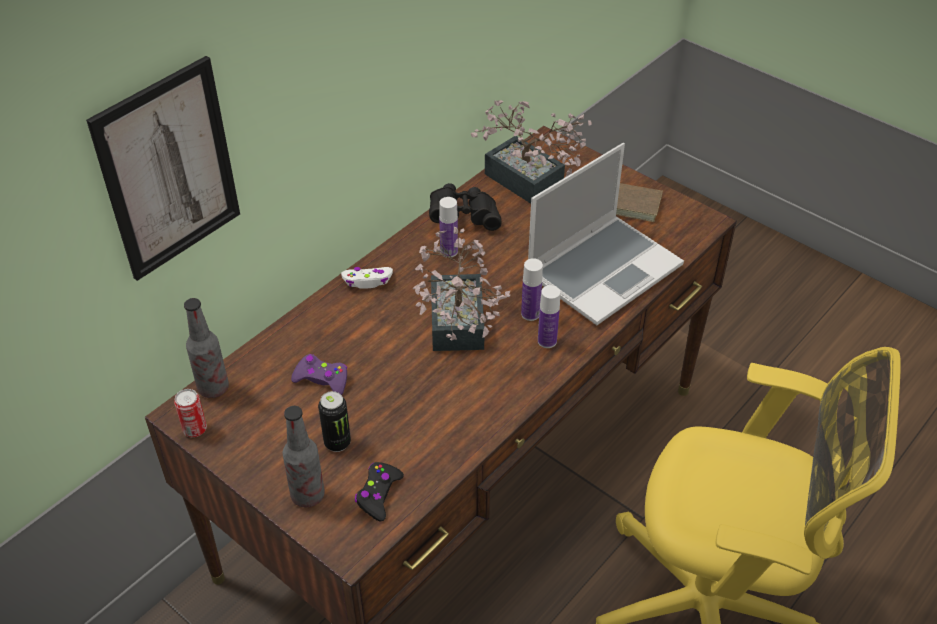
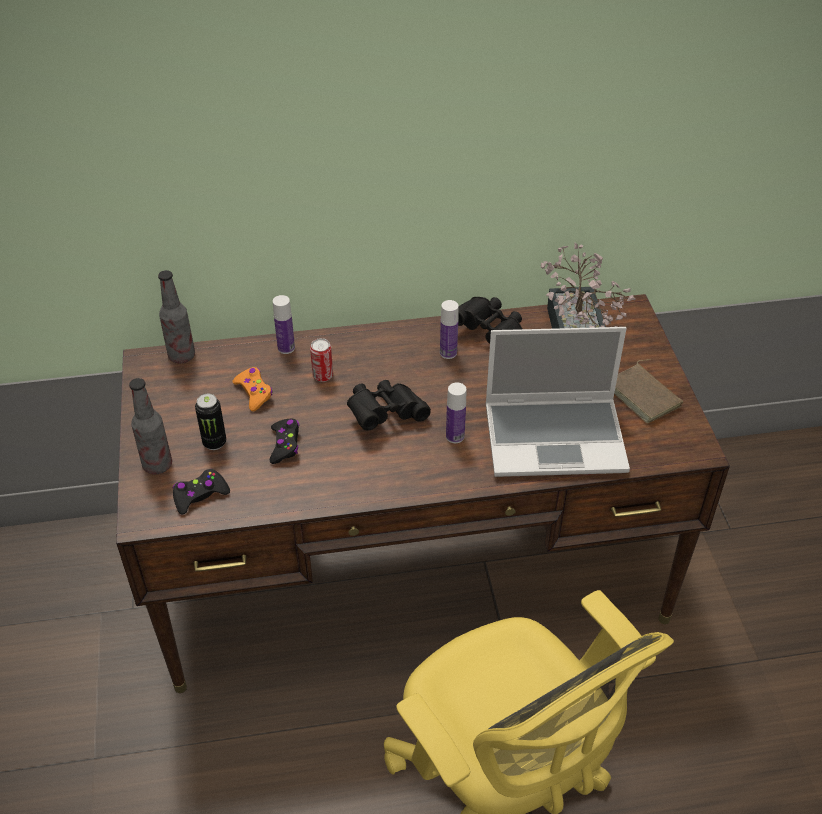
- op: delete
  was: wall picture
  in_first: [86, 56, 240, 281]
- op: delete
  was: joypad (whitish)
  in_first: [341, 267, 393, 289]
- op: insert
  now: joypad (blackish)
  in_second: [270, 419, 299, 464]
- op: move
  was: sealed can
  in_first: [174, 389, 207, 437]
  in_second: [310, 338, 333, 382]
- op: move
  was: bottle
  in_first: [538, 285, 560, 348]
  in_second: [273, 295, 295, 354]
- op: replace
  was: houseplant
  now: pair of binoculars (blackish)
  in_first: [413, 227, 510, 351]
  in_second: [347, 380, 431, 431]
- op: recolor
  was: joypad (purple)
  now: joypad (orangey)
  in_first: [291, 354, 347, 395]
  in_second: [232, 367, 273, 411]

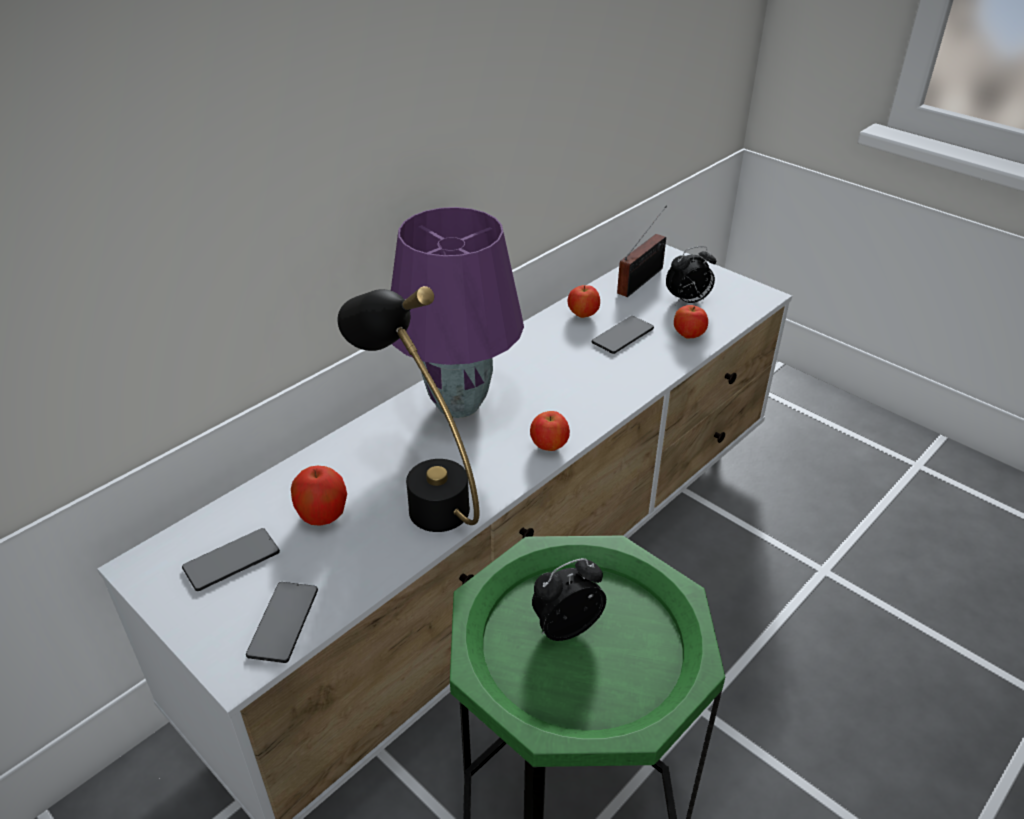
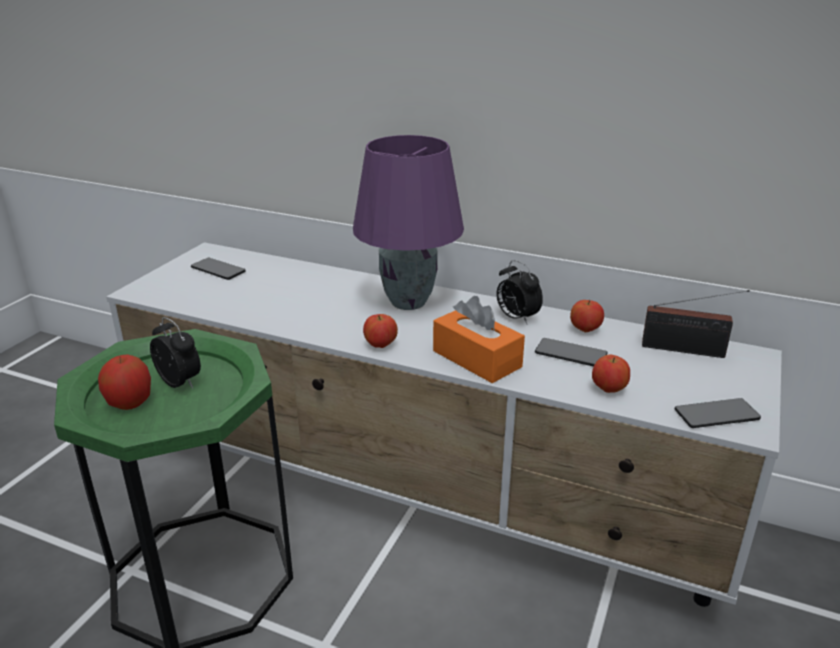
- op: delete
  was: table lamp (blackish)
  in_first: [338, 286, 479, 532]
- op: insert
  now: tissue holder (orangey)
  in_second: [433, 296, 525, 383]
- op: move
  was: handset
  in_first: [246, 582, 318, 663]
  in_second: [675, 398, 761, 428]
- op: move
  was: whole apple
  in_first: [291, 466, 347, 526]
  in_second: [98, 355, 151, 410]
- op: move
  was: alarm clock
  in_first: [666, 246, 716, 306]
  in_second: [496, 260, 543, 324]

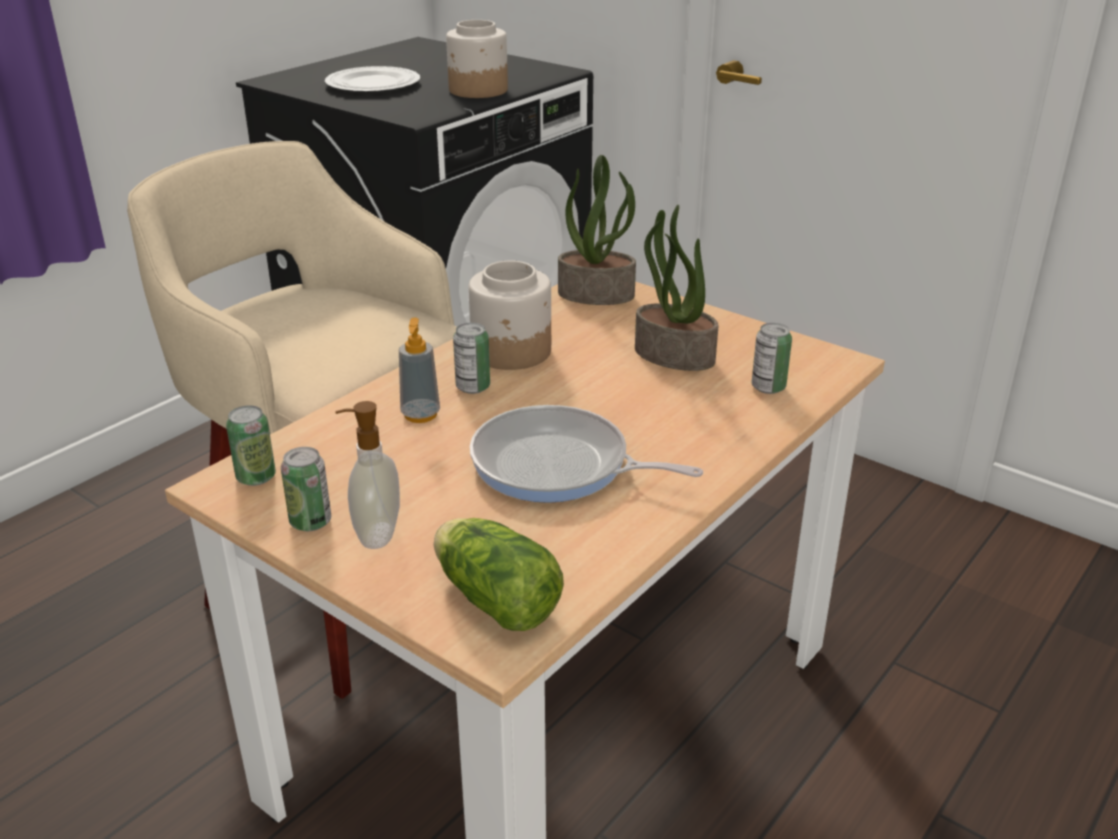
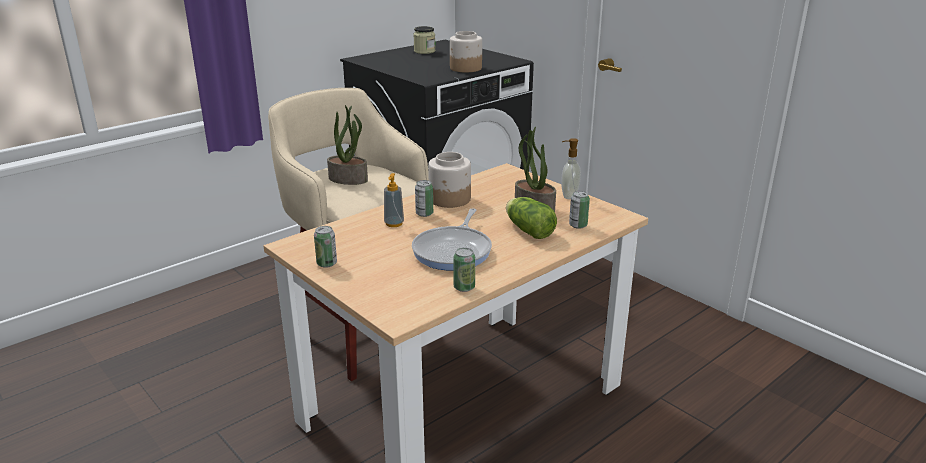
- op: delete
  was: flat dish
  in_first: [325, 66, 420, 94]
- op: insert
  now: preserve jar
  in_second: [413, 26, 435, 54]
- op: move
  was: sealed can
  in_first: [226, 405, 276, 486]
  in_second: [453, 248, 475, 292]
- op: move
  was: soap dispenser
  in_first: [335, 401, 400, 549]
  in_second: [561, 138, 581, 200]
- op: move
  was: lettuce
  in_first: [434, 518, 564, 631]
  in_second: [506, 197, 557, 239]
- op: move
  was: houseplant
  in_first: [558, 155, 636, 305]
  in_second: [327, 105, 368, 185]
- op: rotate
  was: pan
  in_first: [470, 405, 703, 503]
  in_second: [412, 208, 492, 271]
  clockwise: -105

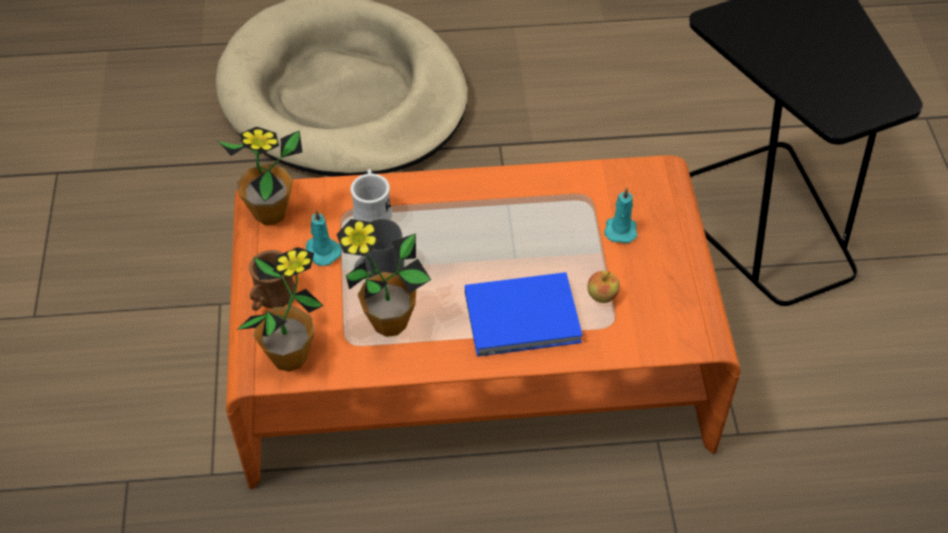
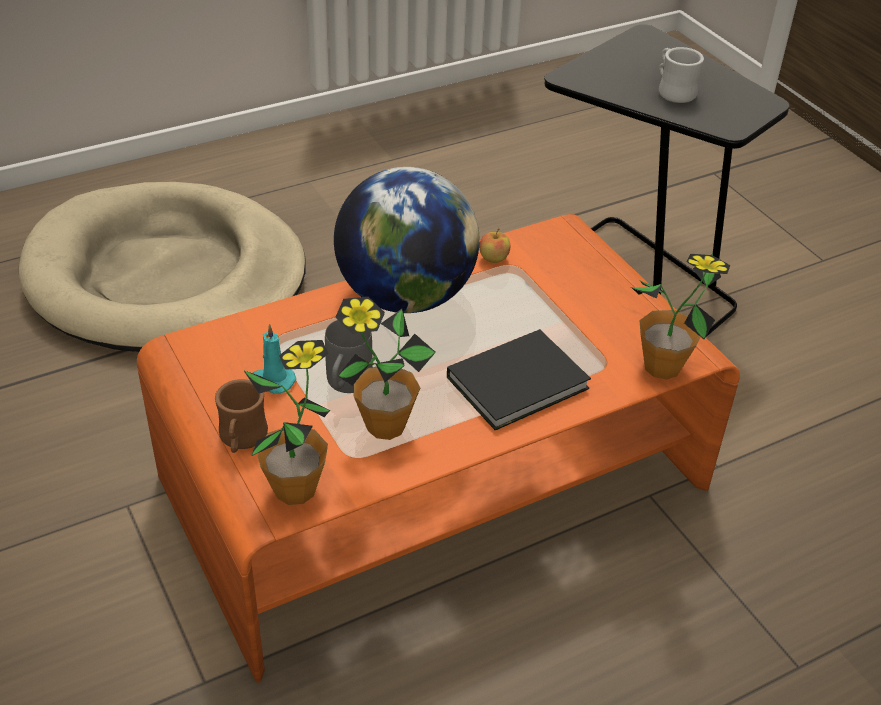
- op: delete
  was: wax light (turquoise)
  in_first: [604, 188, 637, 243]
- op: insert
  now: world globe
  in_second: [334, 167, 480, 313]
- op: move
  was: houseplant
  in_first: [218, 127, 303, 225]
  in_second: [631, 254, 731, 380]
- op: move
  was: mug (whitish)
  in_first: [350, 169, 392, 222]
  in_second: [659, 47, 704, 103]
- op: move
  was: whole apple
  in_first: [587, 271, 620, 303]
  in_second: [479, 227, 510, 263]
- op: recolor
  was: book (blue)
  now: book (blackish)
  in_first: [465, 272, 582, 357]
  in_second: [447, 329, 591, 430]

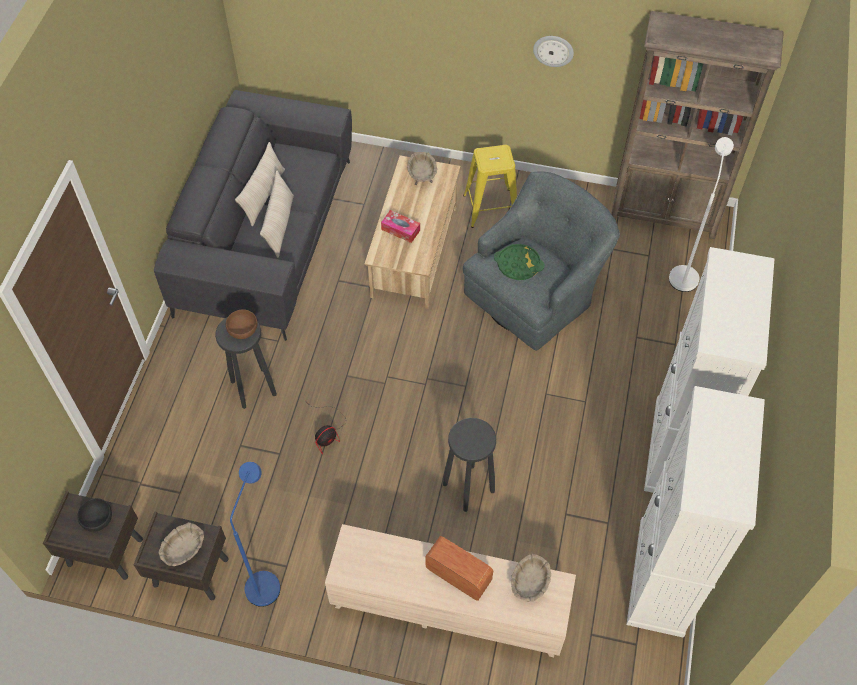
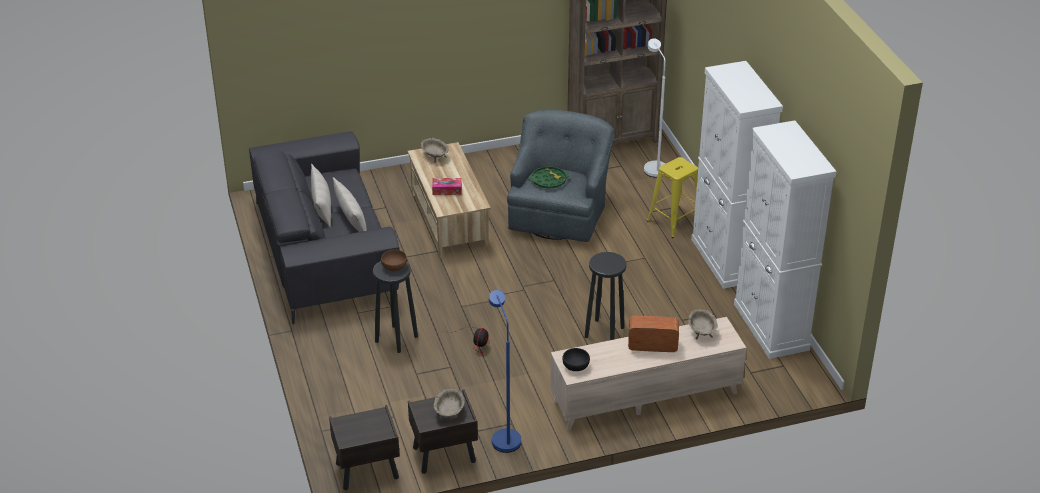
- op: delete
  was: hanging clock
  in_first: [533, 36, 574, 67]
- op: move
  was: deep dish (blackish)
  in_first: [77, 498, 112, 532]
  in_second: [562, 348, 590, 371]
- op: move
  was: stool (yellowish)
  in_first: [463, 145, 517, 228]
  in_second: [647, 157, 698, 238]

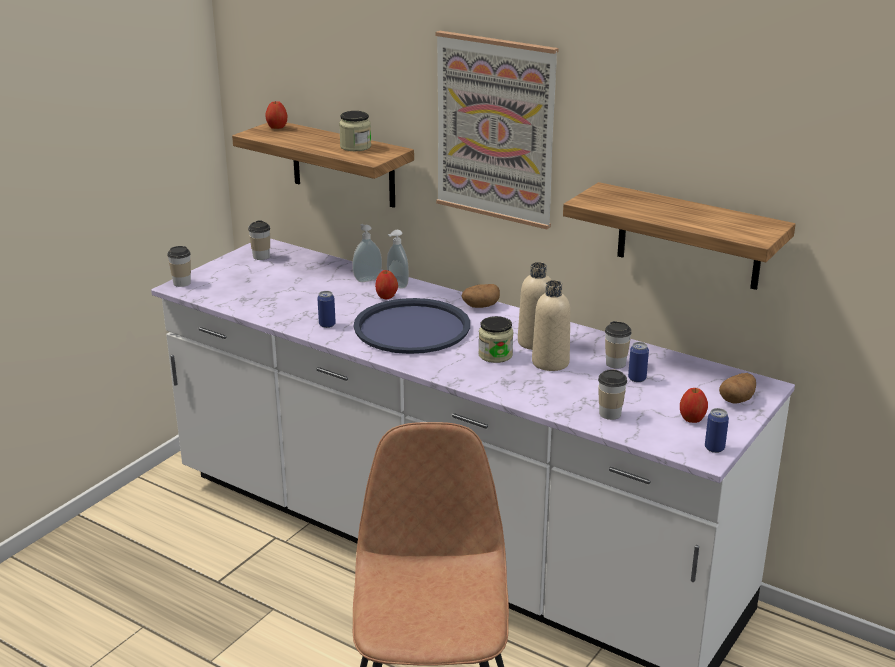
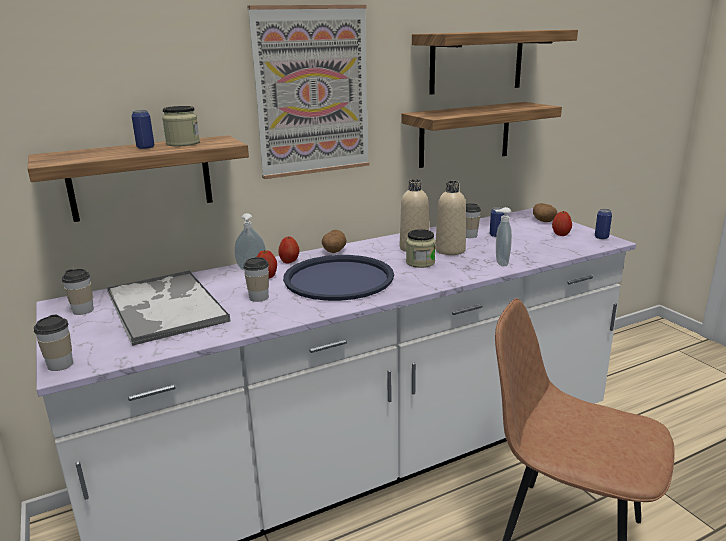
- op: insert
  now: tray
  in_second: [107, 270, 231, 346]
- op: insert
  now: bracket shelf
  in_second: [412, 30, 578, 95]
- op: move
  was: whole apple
  in_first: [265, 101, 287, 129]
  in_second: [278, 237, 300, 263]
- op: move
  was: sealed can
  in_first: [317, 291, 336, 328]
  in_second: [131, 110, 154, 149]
- op: move
  was: soap dispenser
  in_first: [352, 224, 382, 282]
  in_second: [495, 207, 512, 267]
- op: move
  was: small cup
  in_first: [598, 369, 627, 420]
  in_second: [243, 257, 269, 302]

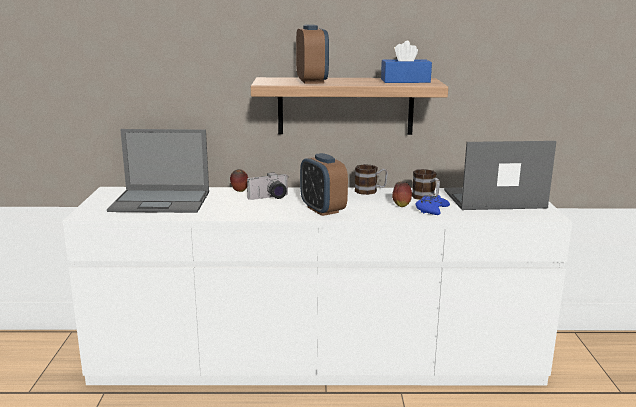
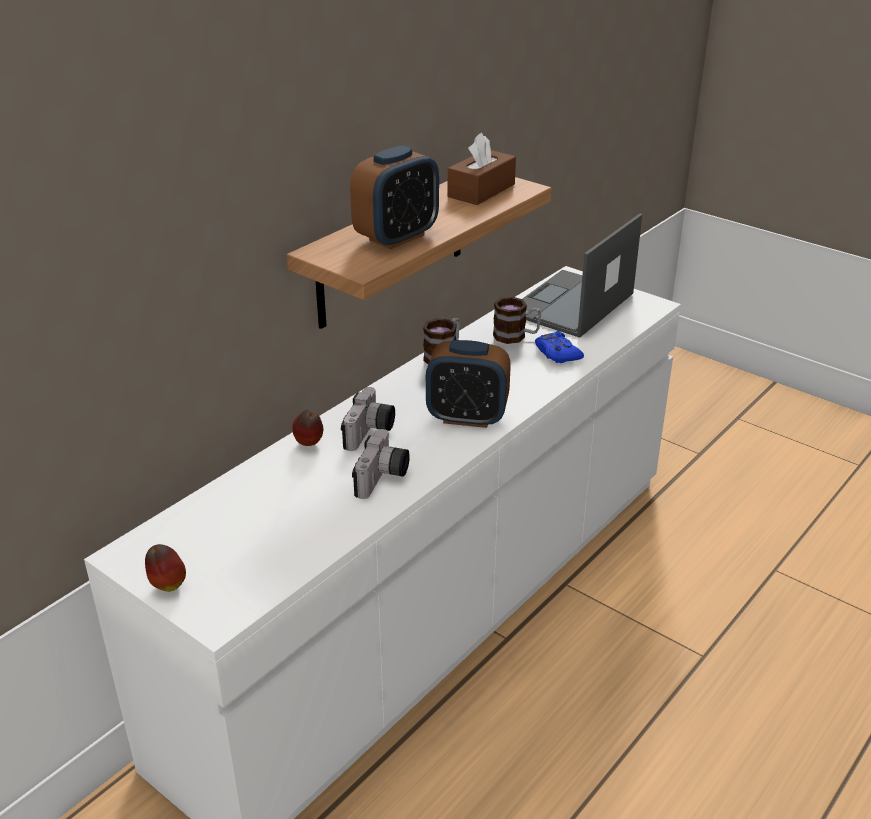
- op: delete
  was: notebook computer
  in_first: [107, 129, 209, 213]
- op: insert
  now: still camera
  in_second: [352, 429, 410, 499]
- op: move
  was: whole apple
  in_first: [392, 181, 412, 207]
  in_second: [145, 544, 186, 592]
- op: recolor
  was: tissue holder (blue)
  now: tissue holder (brownish)
  in_first: [381, 41, 432, 83]
  in_second: [448, 133, 516, 205]
- op: rotate
  was: alarm clock
  in_first: [296, 24, 329, 84]
  in_second: [350, 145, 439, 249]
  clockwise: 105

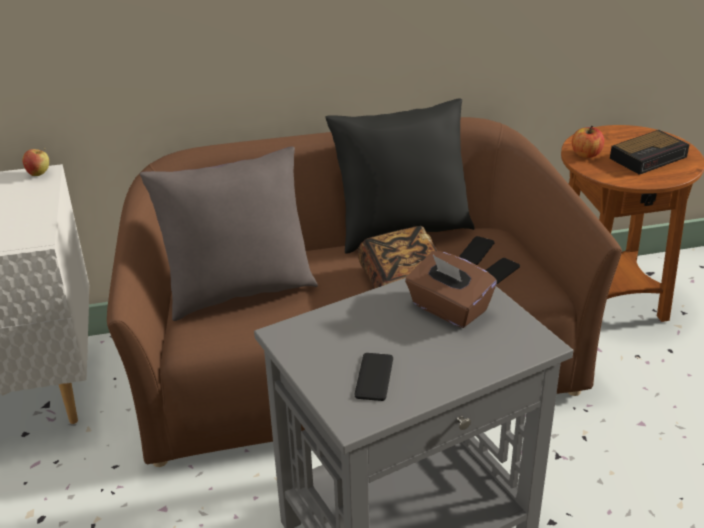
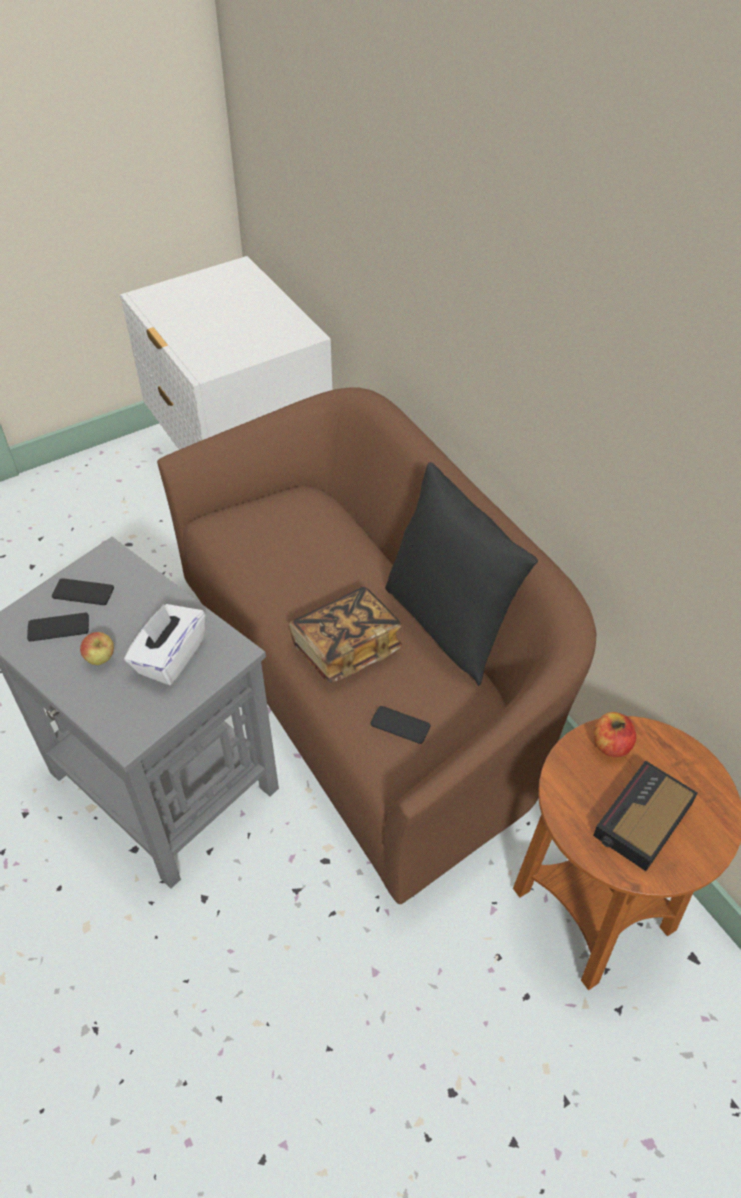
- op: delete
  was: cushion (grey)
  in_first: [140, 147, 318, 321]
- op: move
  was: whole apple
  in_first: [23, 148, 49, 176]
  in_second: [80, 632, 114, 665]
- op: move
  was: handset
  in_first: [459, 236, 494, 265]
  in_second: [52, 578, 114, 605]
- op: recolor
  was: tissue holder (brownish)
  now: tissue holder (whitish)
  in_first: [405, 251, 497, 328]
  in_second: [124, 604, 205, 685]
- op: rotate
  was: alarm clock
  in_first: [610, 130, 689, 175]
  in_second: [593, 760, 698, 871]
  clockwise: 90

